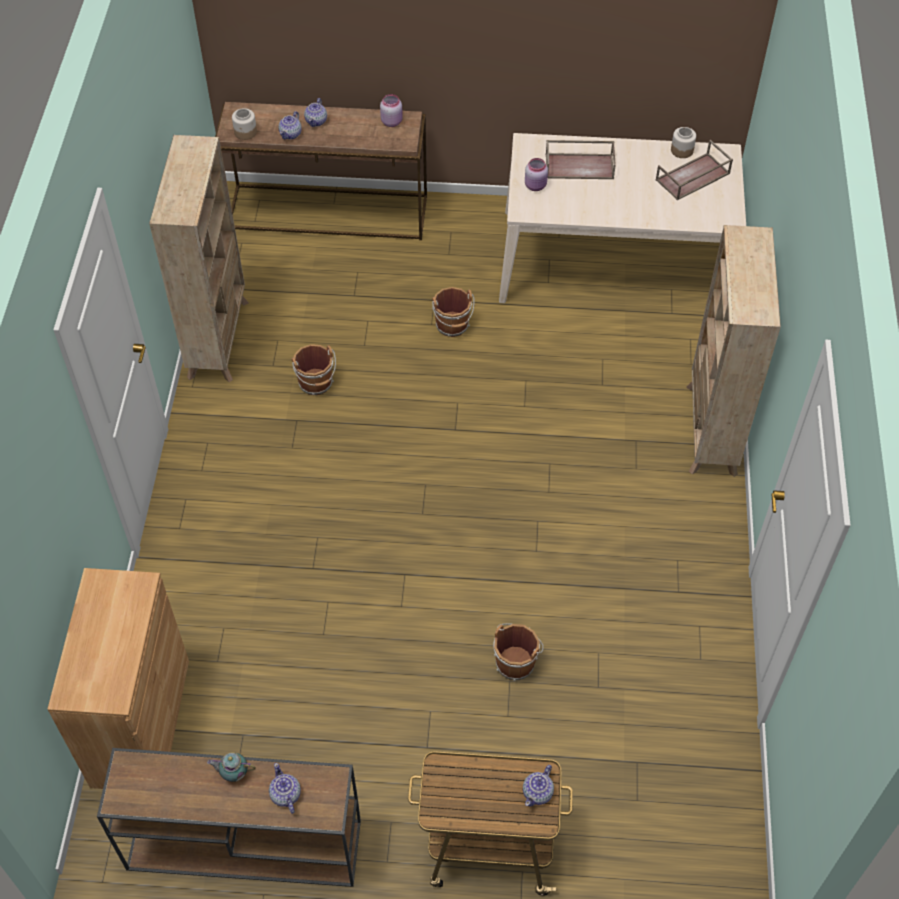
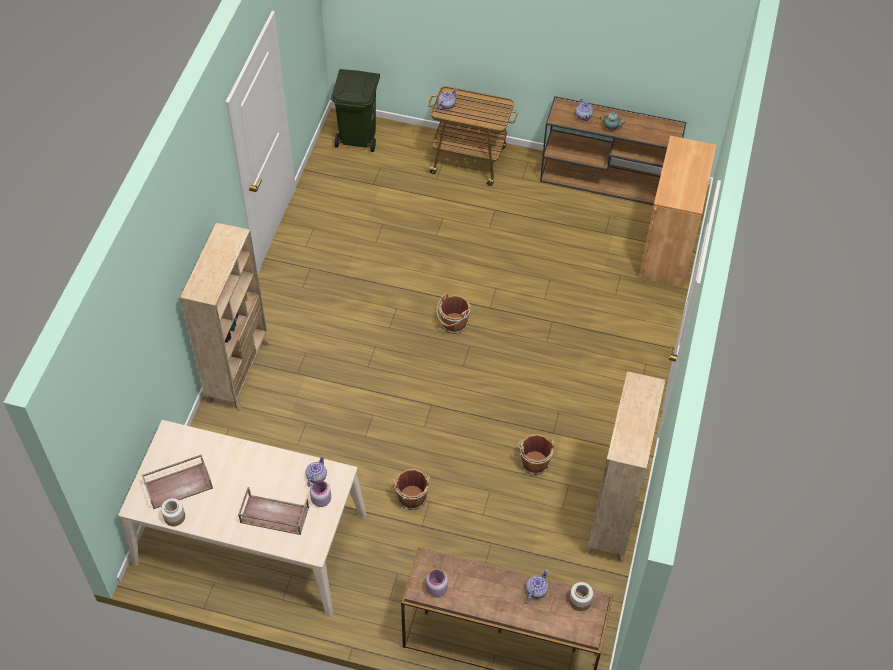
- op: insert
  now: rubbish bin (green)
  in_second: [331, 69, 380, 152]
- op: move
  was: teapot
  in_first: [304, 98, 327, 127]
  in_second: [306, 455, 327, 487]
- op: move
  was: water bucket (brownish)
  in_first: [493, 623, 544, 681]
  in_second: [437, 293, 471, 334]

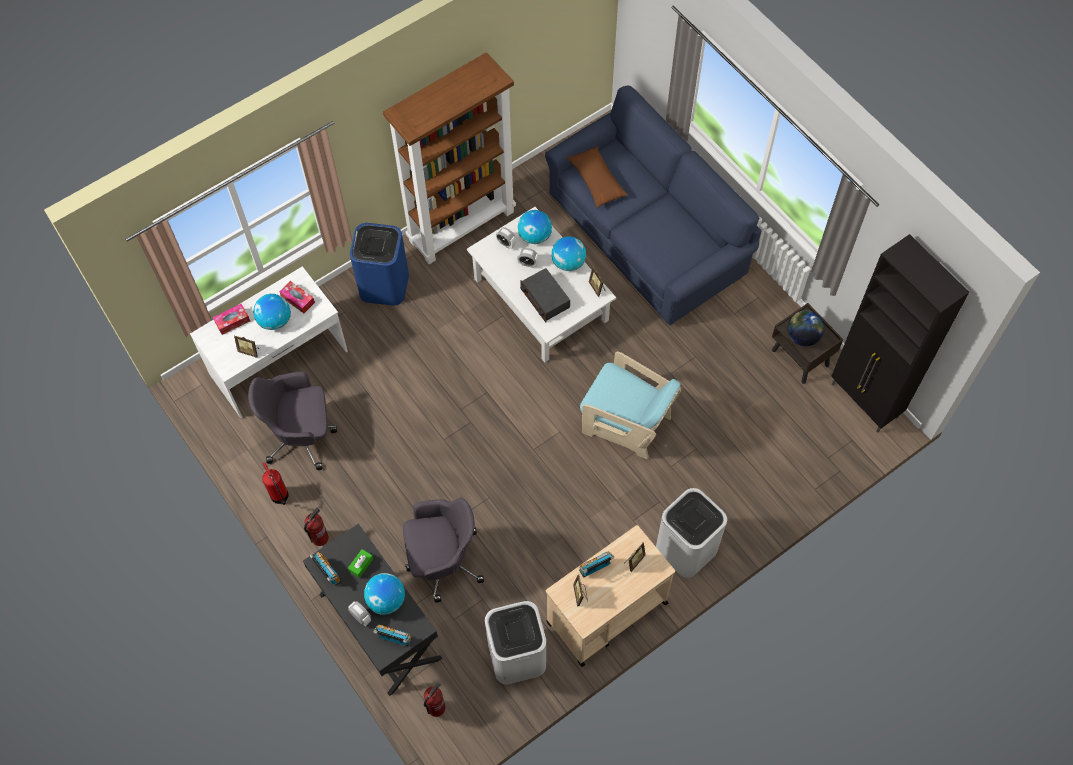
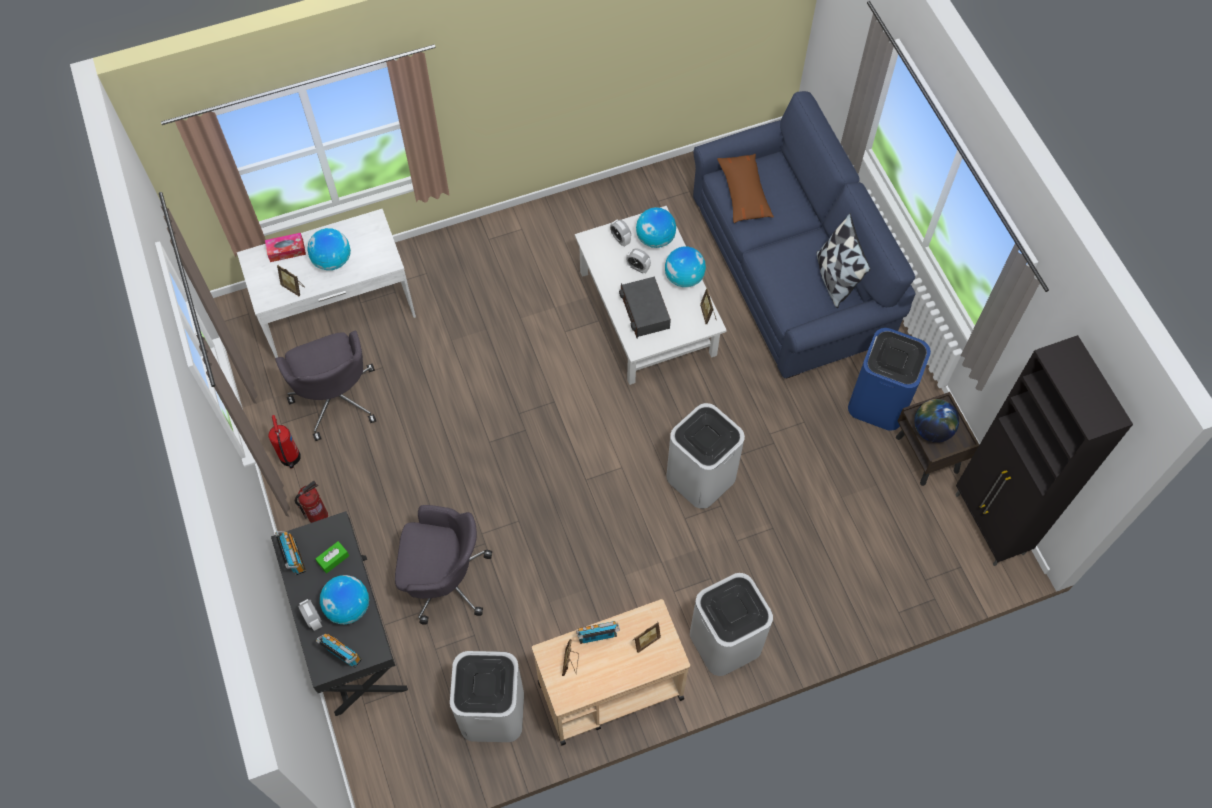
- op: delete
  was: tissue holder
  in_first: [280, 281, 315, 313]
- op: delete
  was: bookcase (brownish)
  in_first: [383, 52, 516, 264]
- op: delete
  was: fire-fighting cylinder
  in_first: [424, 682, 445, 717]
- op: insert
  now: cushion
  in_second: [817, 213, 871, 308]
- op: move
  was: rubbish bin (blue)
  in_first: [350, 223, 409, 305]
  in_second: [848, 328, 931, 431]
- op: replace
  was: armchair (turquoise)
  now: rubbish bin (whitish)
  in_first: [580, 351, 681, 459]
  in_second: [666, 403, 745, 509]
- op: rotate
  was: computer chair (grey)
  in_first: [248, 372, 337, 470]
  in_second: [275, 330, 376, 441]
  clockwise: -120

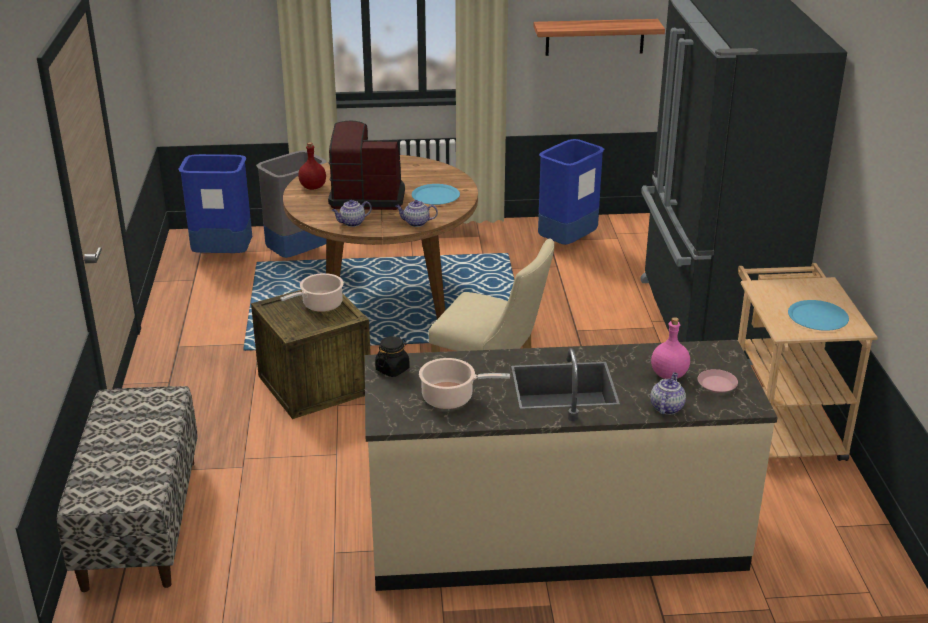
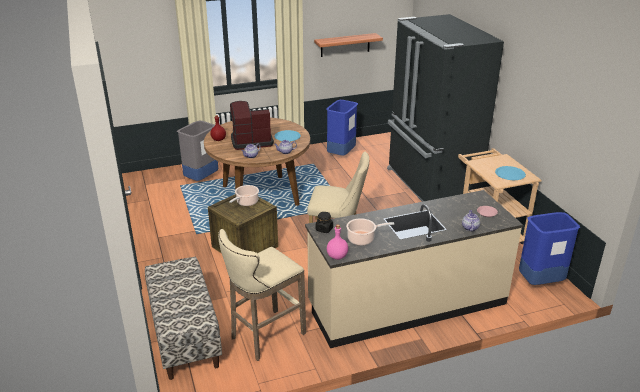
- op: insert
  now: stool (sand-coloured)
  in_second: [218, 229, 306, 361]
- op: move
  was: rubbish bin (blue)
  in_first: [178, 154, 252, 253]
  in_second: [519, 212, 580, 285]
- op: move
  was: bottle (pinkish)
  in_first: [651, 317, 690, 379]
  in_second: [327, 225, 348, 260]

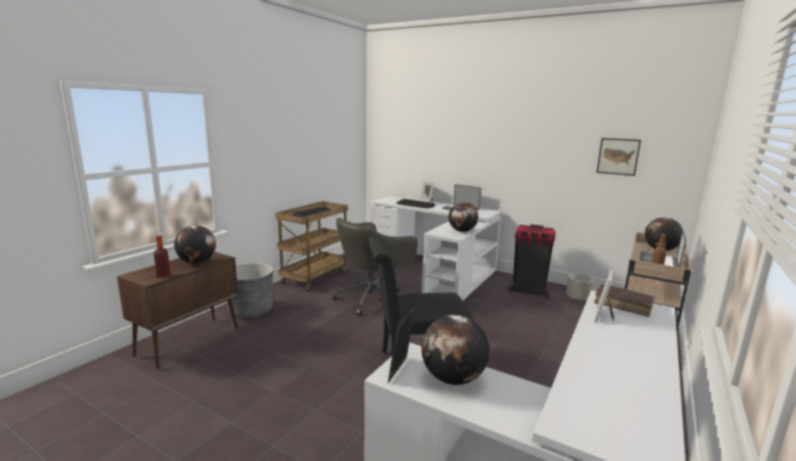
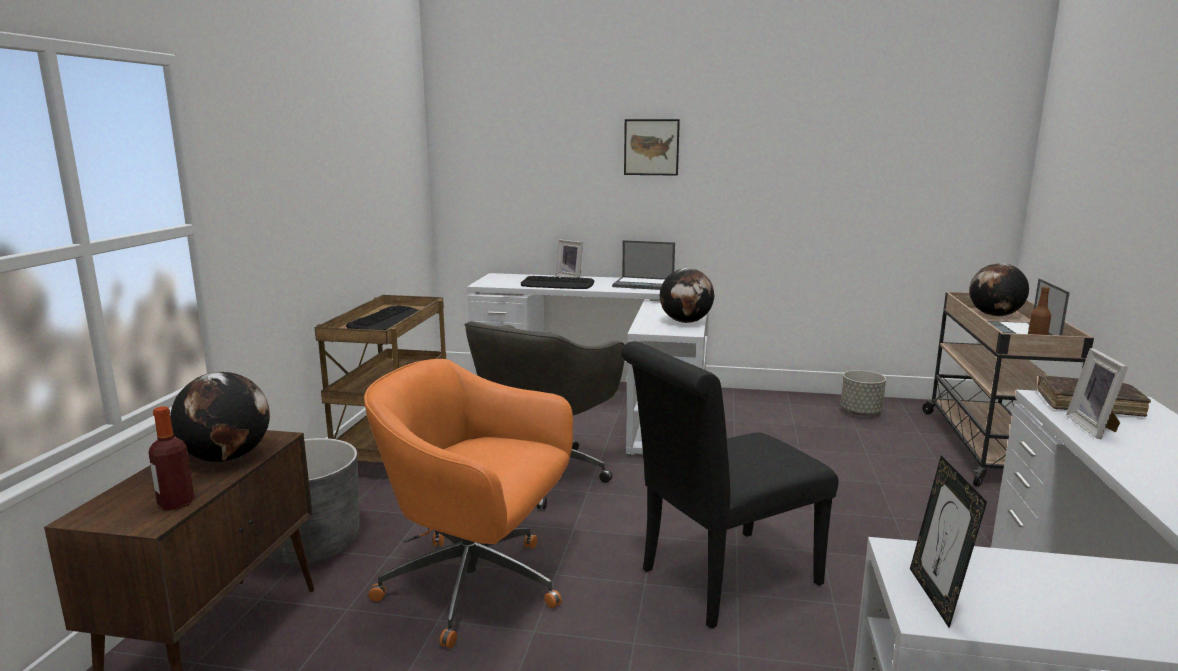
- op: delete
  was: world globe
  in_first: [421, 315, 489, 385]
- op: delete
  was: rubbish bin (blackish)
  in_first: [509, 224, 556, 298]
- op: insert
  now: computer chair (orangey)
  in_second: [364, 359, 573, 648]
- op: move
  was: wall picture
  in_first: [597, 138, 641, 176]
  in_second: [624, 119, 680, 176]

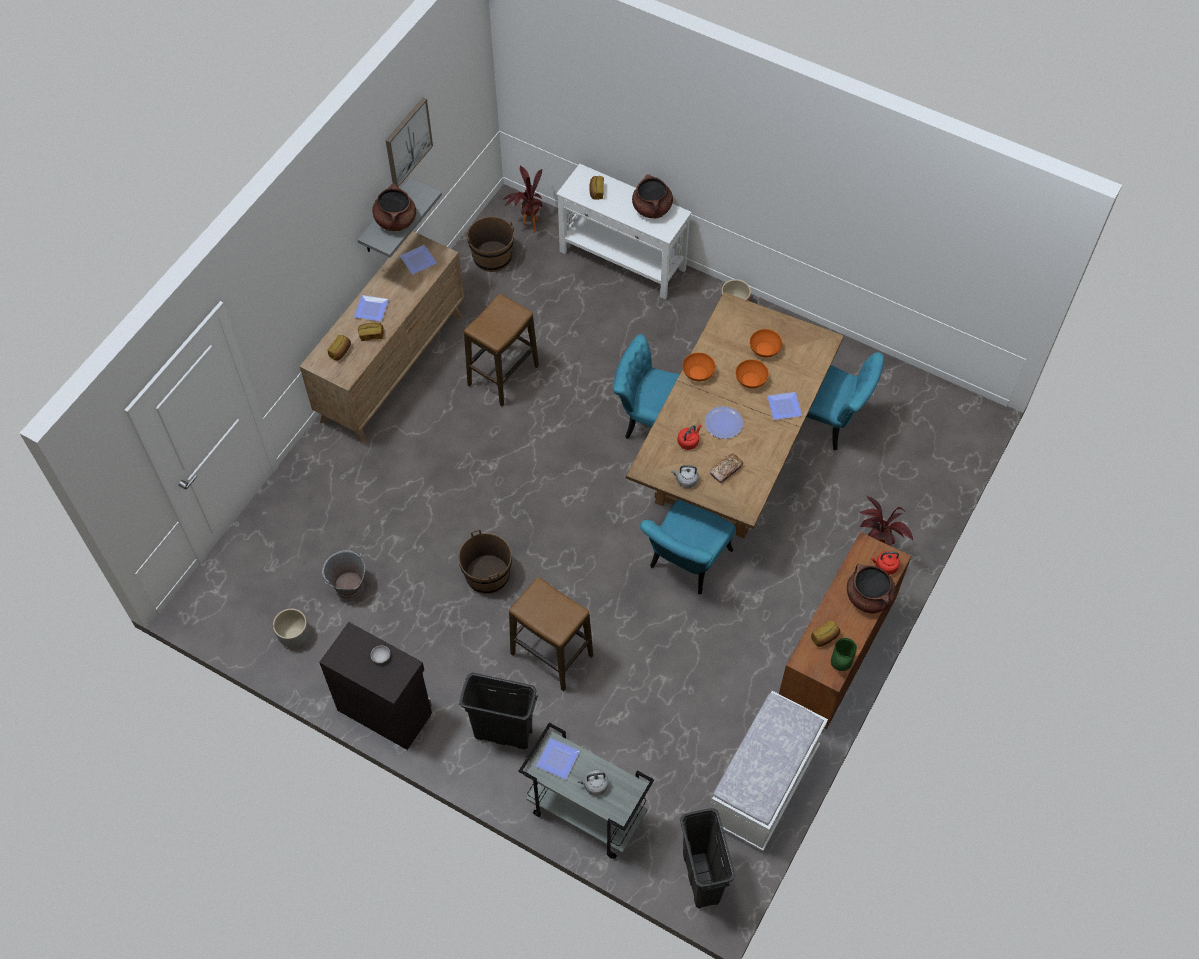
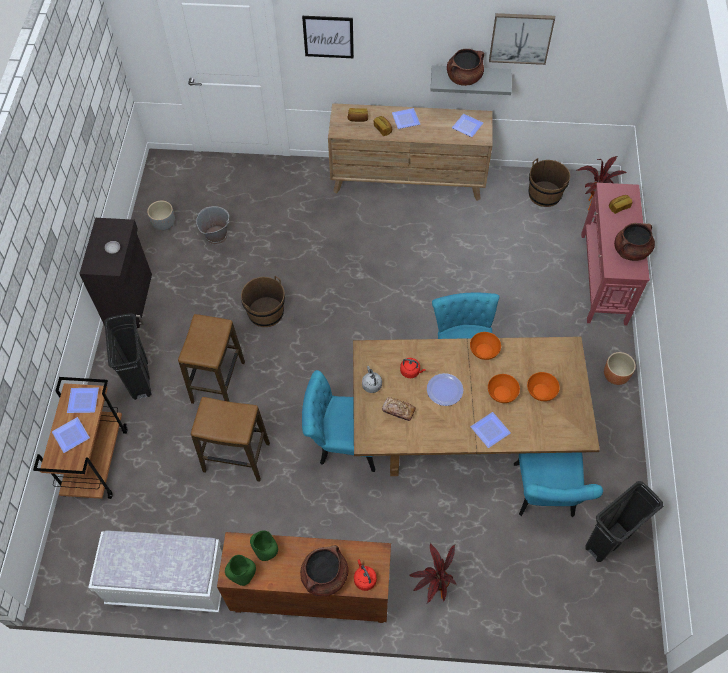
- op: insert
  now: wall picture
  in_second: [302, 16, 354, 58]
- op: move
  was: stool
  in_first: [464, 293, 539, 406]
  in_second: [191, 397, 270, 482]
- op: move
  was: rubbish bin (blackish)
  in_first: [680, 808, 735, 909]
  in_second: [586, 481, 663, 562]
- op: replace
  was: tea kettle (grey)
  now: flat dish
  in_first: [577, 770, 609, 796]
  in_second: [52, 417, 90, 453]
- op: replace
  was: bakery bread
  now: decorative vase (green)
  in_first: [811, 620, 840, 647]
  in_second: [250, 530, 278, 561]
- op: recolor
  was: cart (grey)
  now: cart (brownish)
  in_first: [519, 723, 654, 859]
  in_second: [33, 377, 127, 499]
- op: recolor
  was: console table (whitish)
  now: console table (red-coloured)
  in_first: [556, 164, 692, 299]
  in_second: [581, 183, 650, 325]

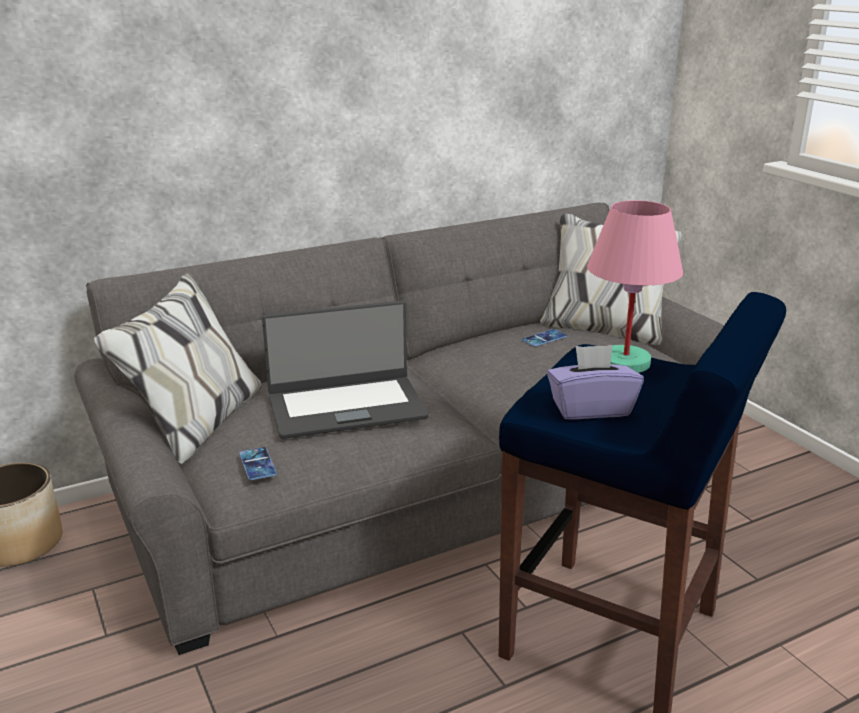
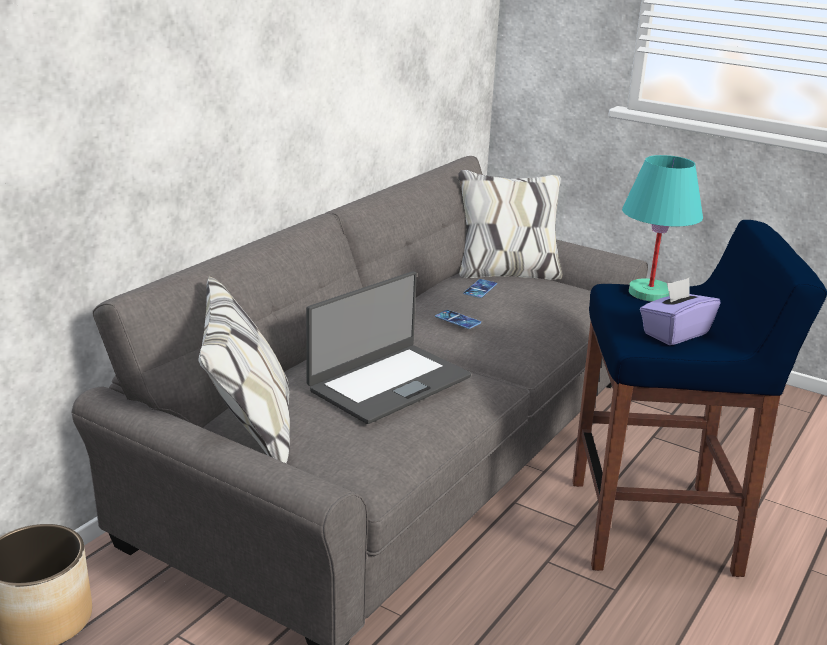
- op: move
  was: handset
  in_first: [239, 447, 277, 480]
  in_second: [435, 310, 481, 329]
- op: recolor
  was: table lamp (pinkish)
  now: table lamp (turquoise)
  in_first: [587, 200, 683, 373]
  in_second: [622, 155, 703, 302]

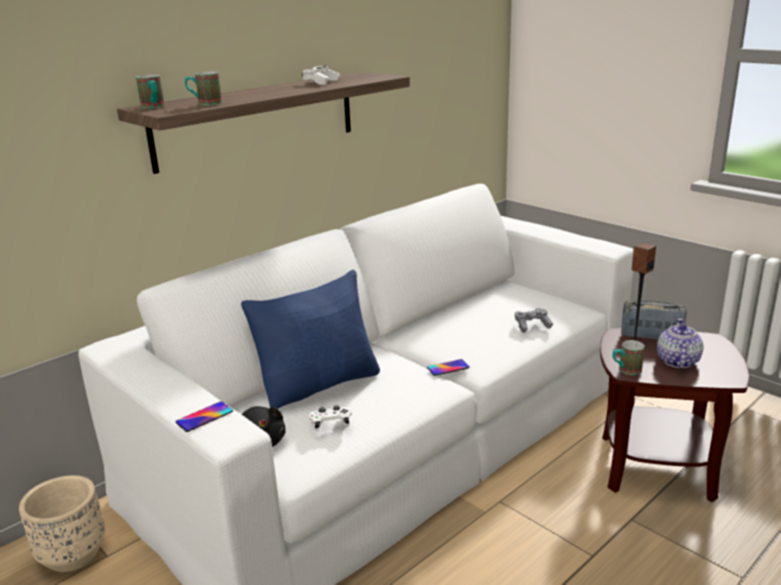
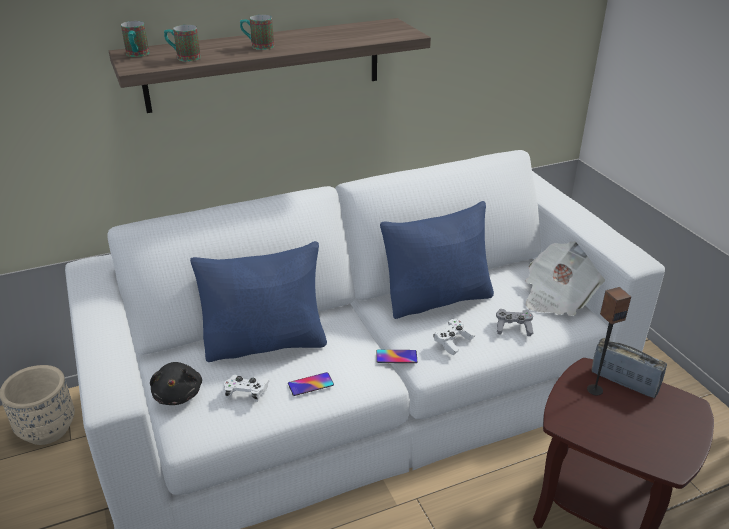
- op: delete
  was: teapot
  in_first: [657, 318, 704, 368]
- op: insert
  now: cushion (blue)
  in_second: [380, 201, 494, 319]
- op: insert
  now: daily paper
  in_second: [526, 241, 605, 316]
- op: move
  was: handset
  in_first: [175, 401, 233, 432]
  in_second: [288, 372, 334, 396]
- op: move
  was: joypad (whitish)
  in_first: [302, 65, 340, 85]
  in_second: [433, 319, 475, 355]
- op: move
  was: mug
  in_first: [612, 340, 645, 375]
  in_second: [240, 15, 274, 50]

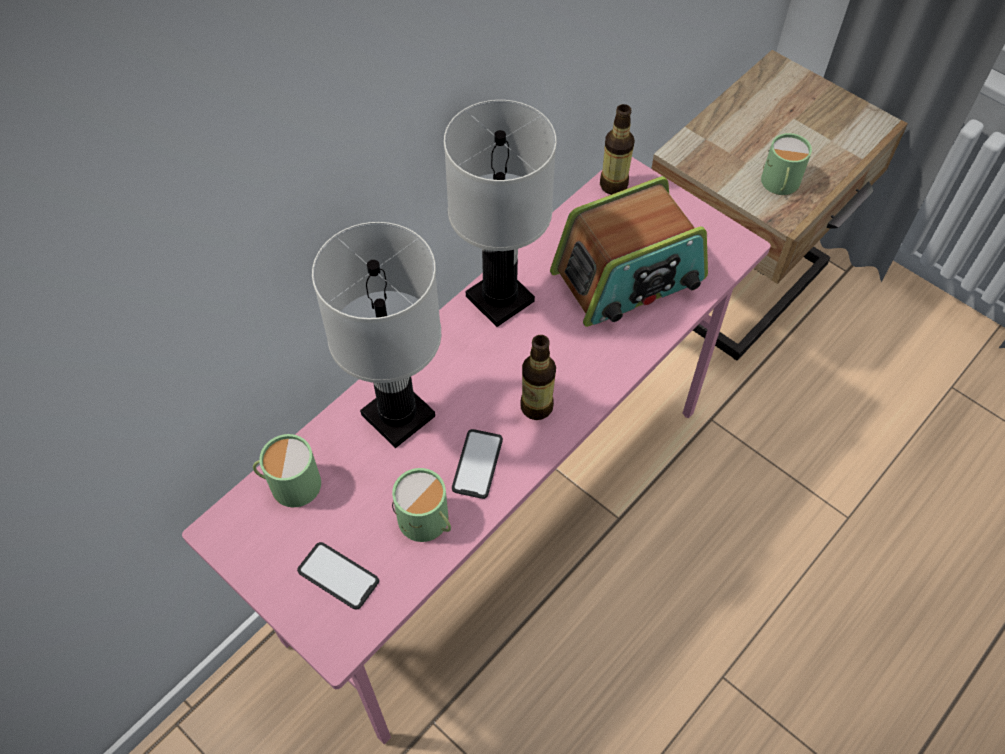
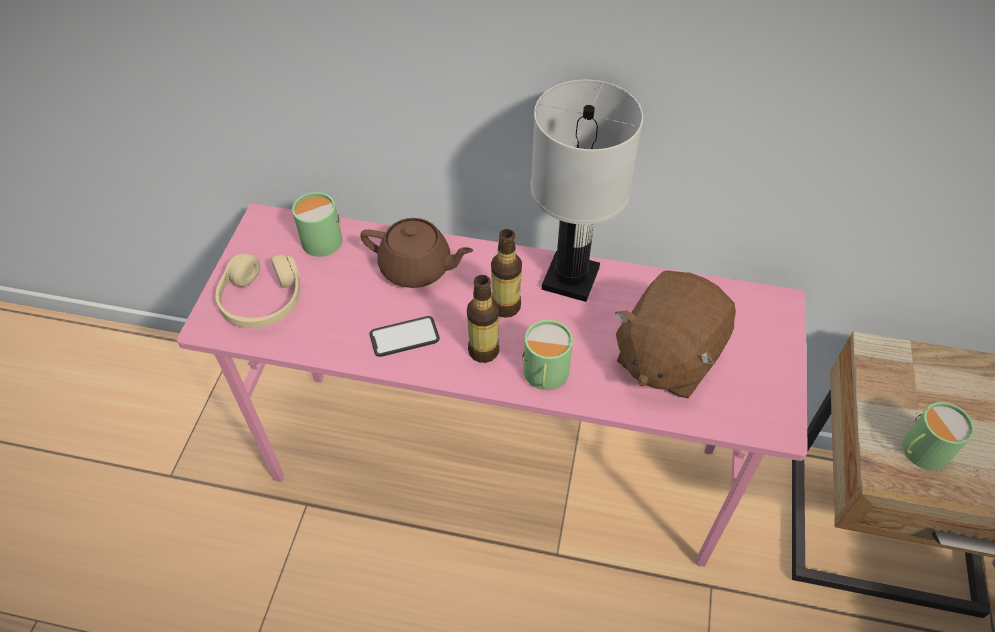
- op: move
  was: mug (green)
  in_first: [392, 468, 451, 542]
  in_second: [522, 320, 573, 390]
- op: move
  was: bottle
  in_first: [600, 104, 635, 195]
  in_second: [491, 229, 522, 318]
- op: replace
  was: handset
  now: pair of headphones (sand-coloured)
  in_first: [297, 542, 379, 609]
  in_second: [215, 254, 301, 328]
- op: replace
  was: table lamp (whitish)
  now: teapot (brownish)
  in_first: [312, 222, 441, 448]
  in_second: [360, 218, 473, 288]
- op: replace
  was: radio receiver
  now: soft toy (brownish)
  in_first: [550, 176, 708, 327]
  in_second: [615, 270, 736, 398]

